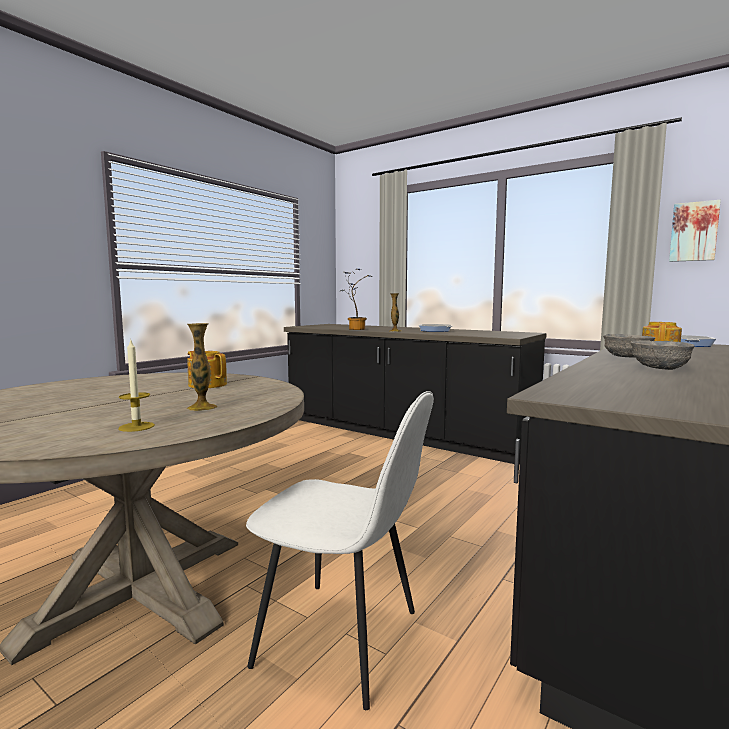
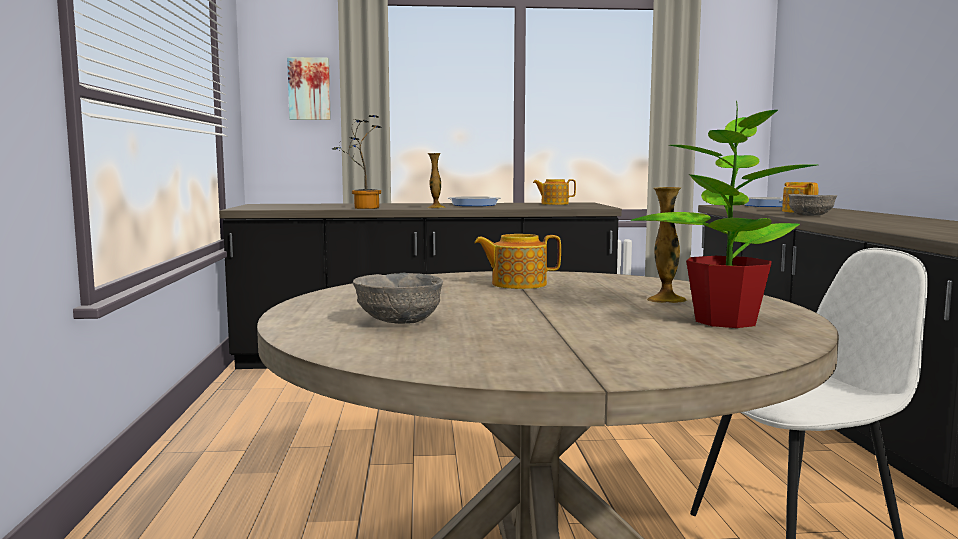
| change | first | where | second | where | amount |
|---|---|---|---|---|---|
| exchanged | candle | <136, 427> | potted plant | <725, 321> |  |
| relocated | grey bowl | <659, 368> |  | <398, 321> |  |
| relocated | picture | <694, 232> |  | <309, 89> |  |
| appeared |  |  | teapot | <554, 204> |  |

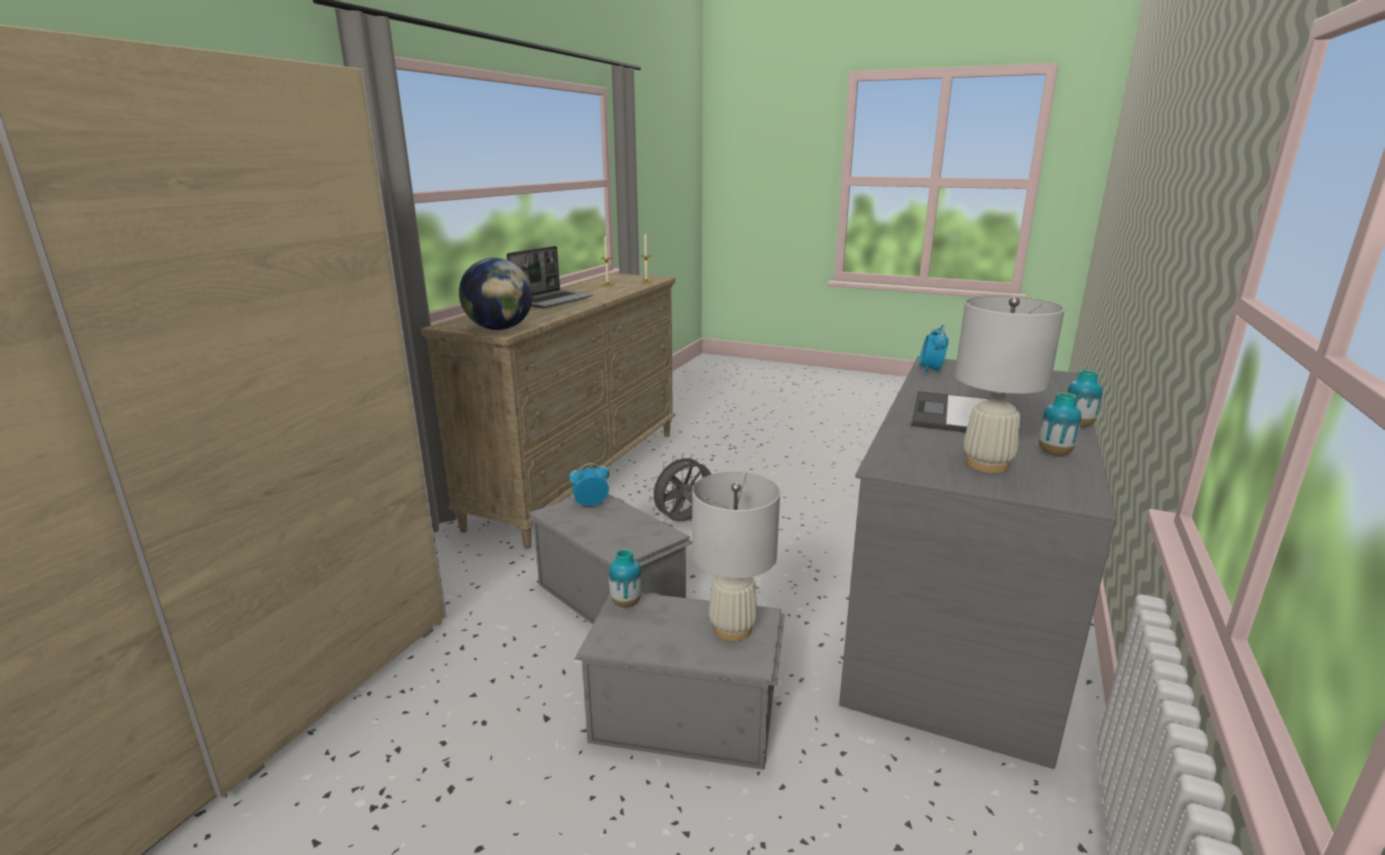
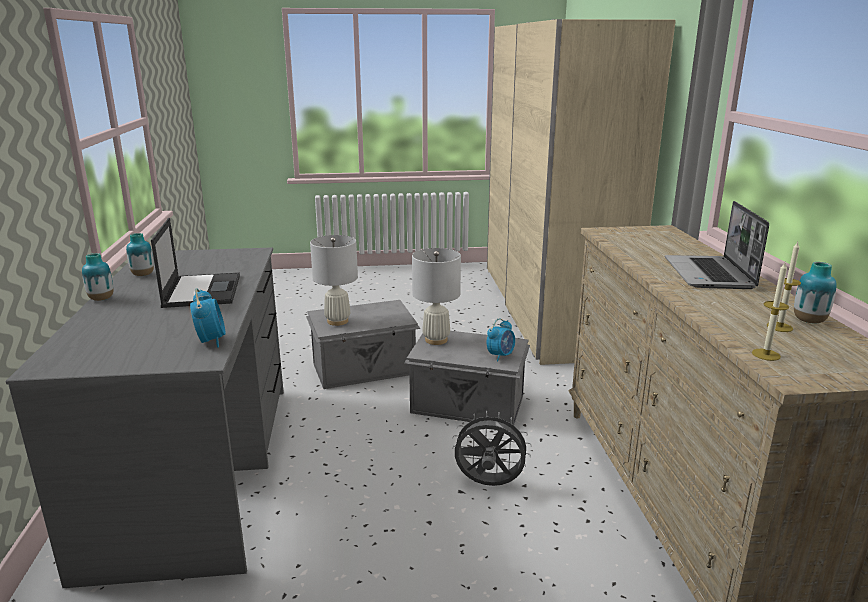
| change | first | where | second | where | amount |
|---|---|---|---|---|---|
| missing | globe | <499, 329> |  |  |  |
| relocated | vase | <626, 603> |  | <809, 321> |  |
| spun | grey fan | <683, 521> |  | <488, 484> | 105 degrees counterclockwise |
| relocated | white table lamp | <987, 464> |  | <436, 340> |  |

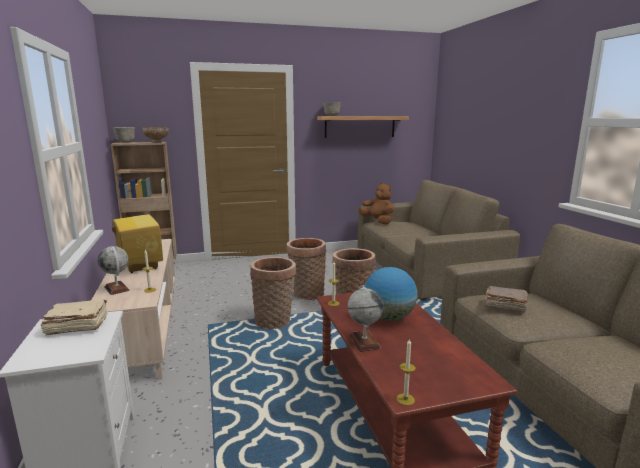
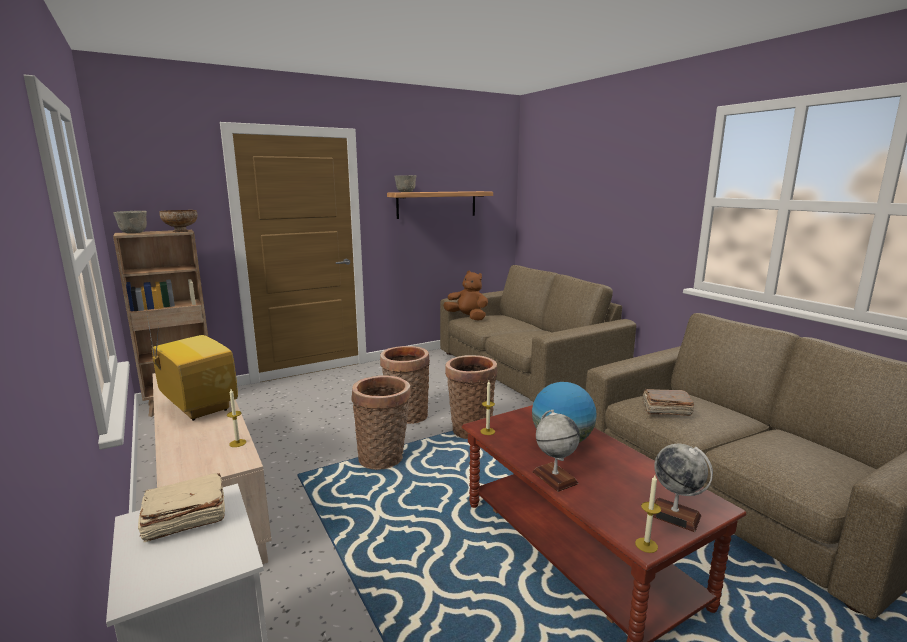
| change | first | where | second | where | amount |
|---|---|---|---|---|---|
| relocated | globe | <117, 288> |  | <674, 515> |  |

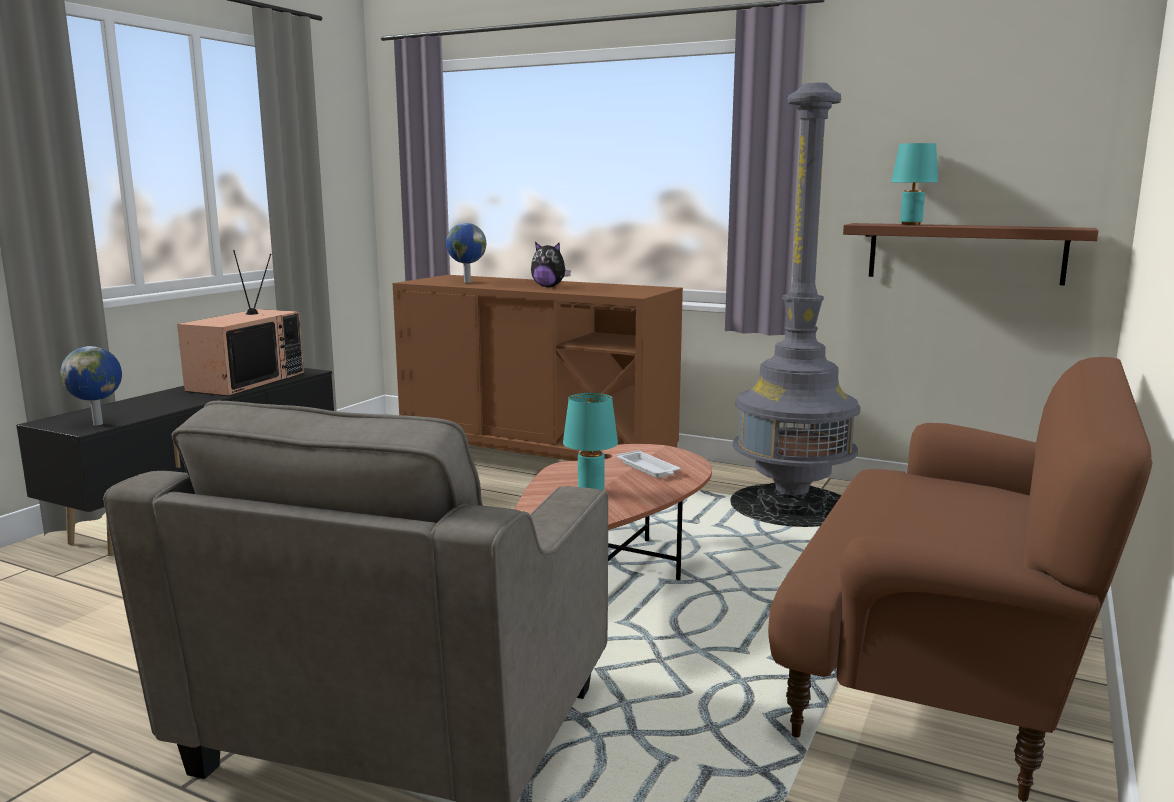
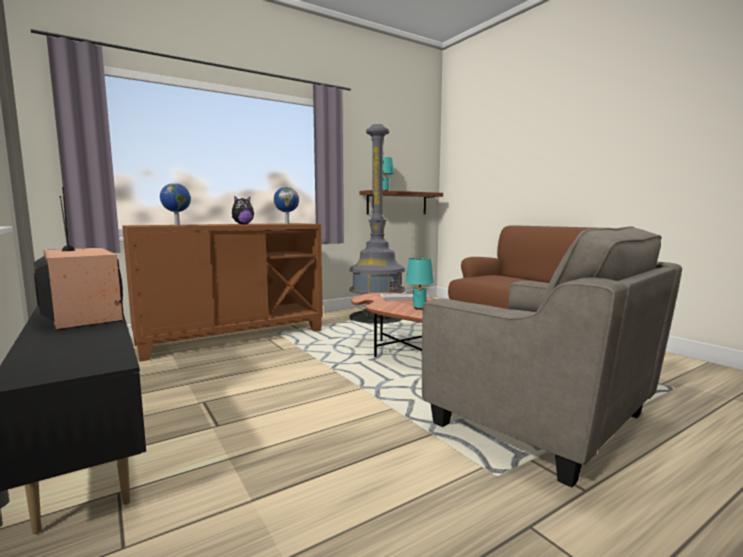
| change | first | where | second | where | amount |
|---|---|---|---|---|---|
| relocated | globe | <99, 424> |  | <287, 224> |  |

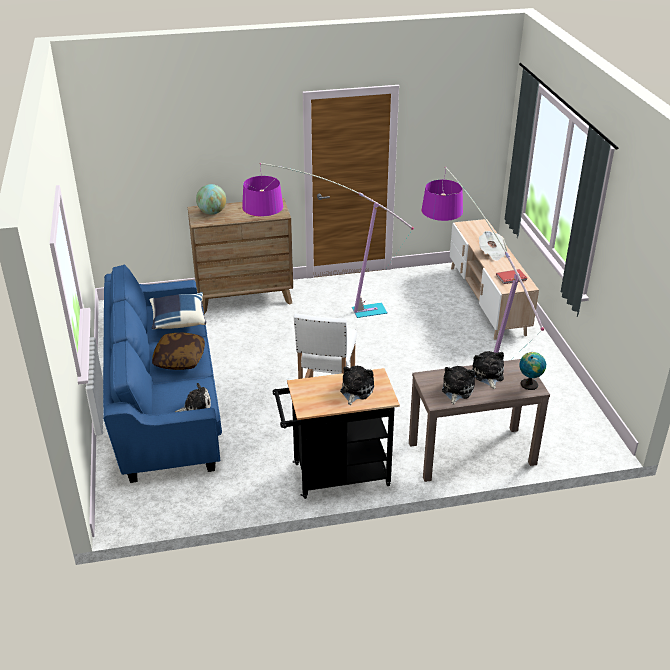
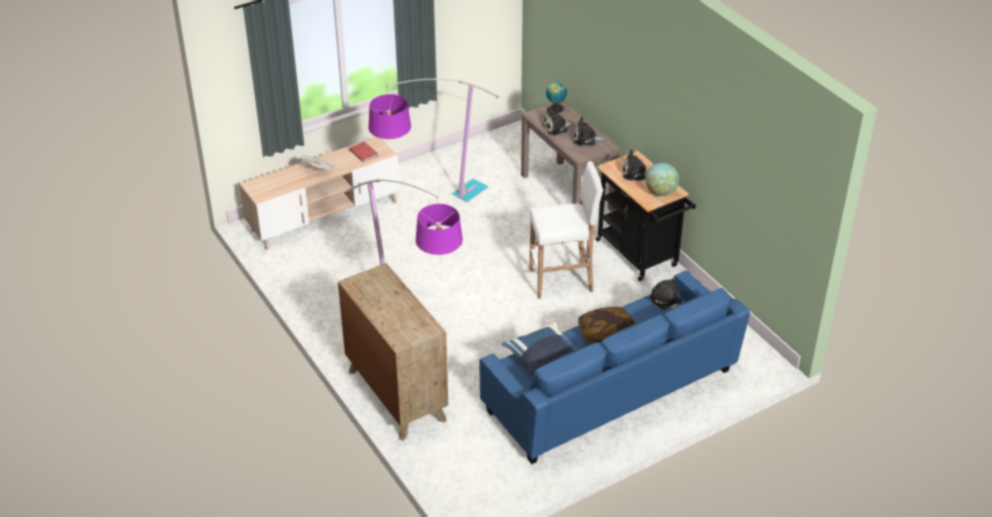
| change | first | where | second | where | amount |
|---|---|---|---|---|---|
| relocated | globe | <212, 212> |  | <660, 192> |  |

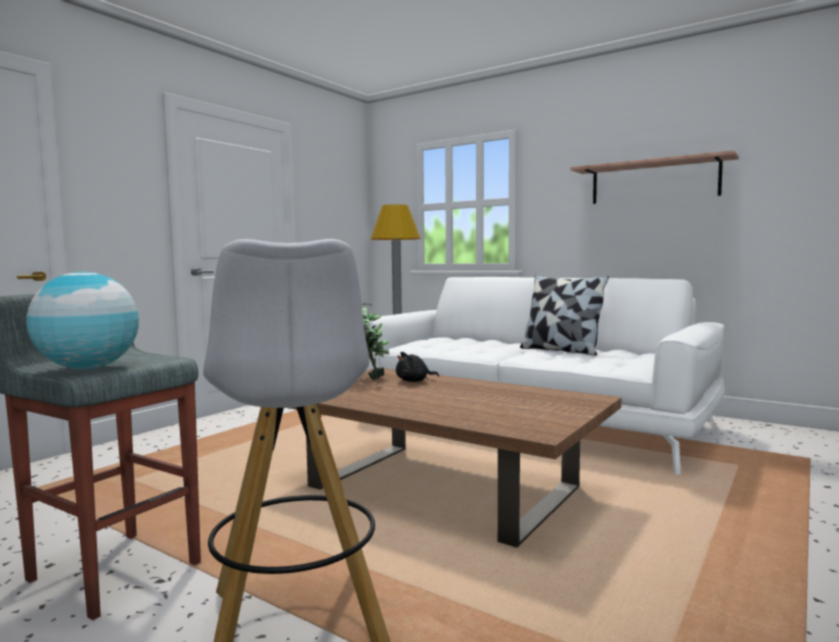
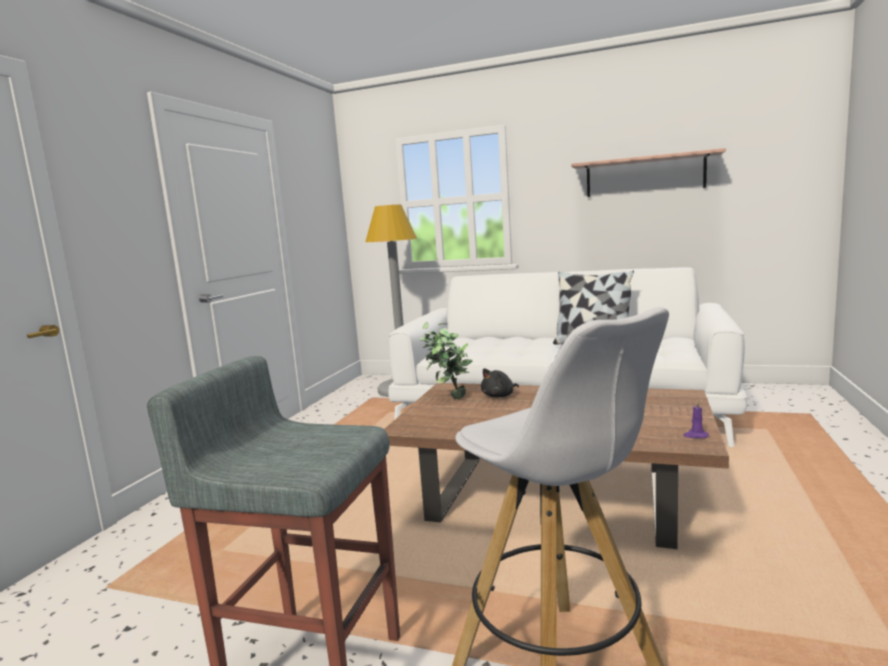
| change | first | where | second | where | amount |
|---|---|---|---|---|---|
| missing | globe | <89, 368> |  |  |  |
| appeared |  |  | purple candle | <695, 435> |  |

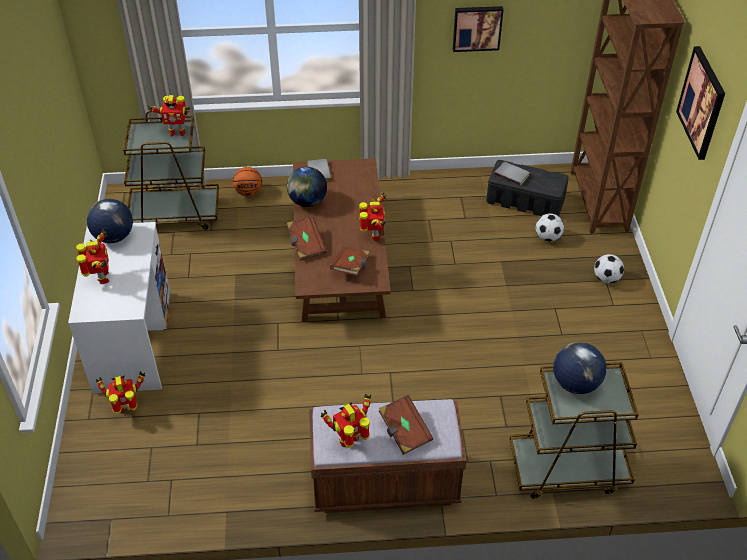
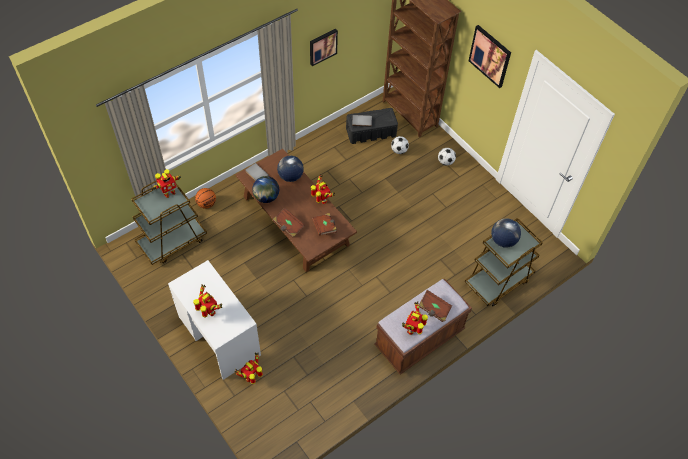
| change | first | where | second | where | amount |
|---|---|---|---|---|---|
| relocated | globe | <113, 237> |  | <290, 176> |  |

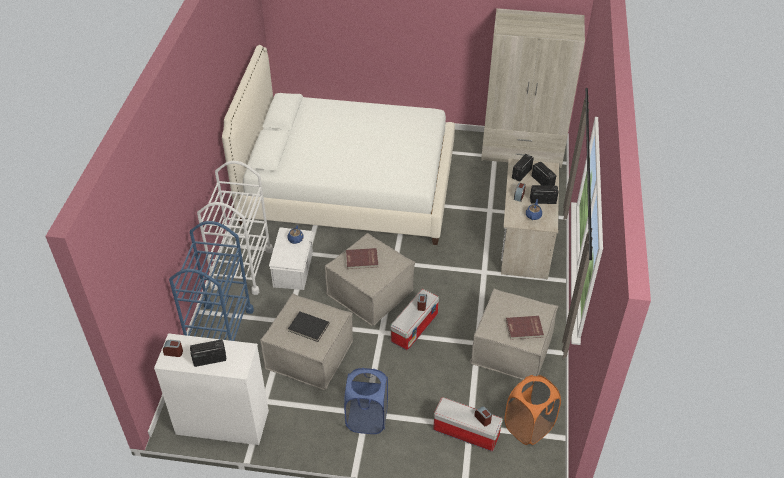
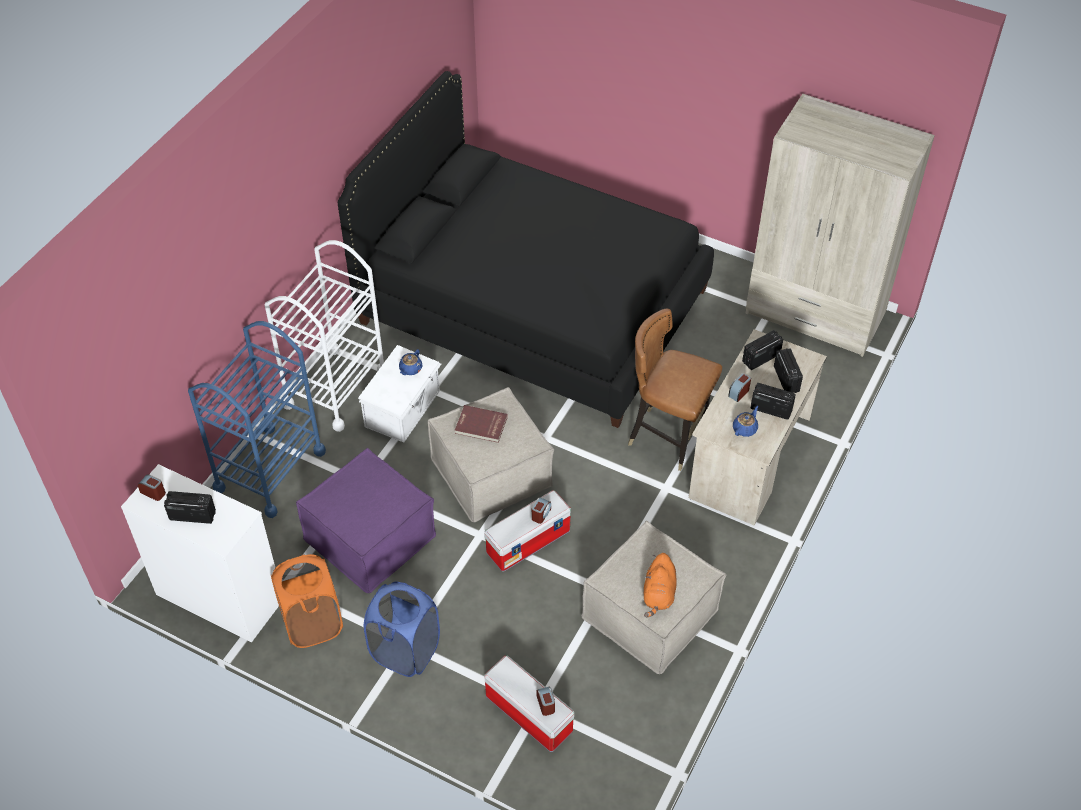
| change | first | where | second | where | amount |
|---|---|---|---|---|---|
| colour | white bed | <348, 187> | black bed | <532, 305> |  |
| colour | beige ottoman | <309, 354> | purple ottoman | <370, 538> |  |
| missing | black book | <308, 328> |  |  |  |
| relocated | orange laundry basket | <528, 427> |  | <312, 624> |  |
| exchanged | red book | <524, 329> | orange plush toy | <659, 594> |  |
| appeared |  |  | brown chair | <667, 437> |  |

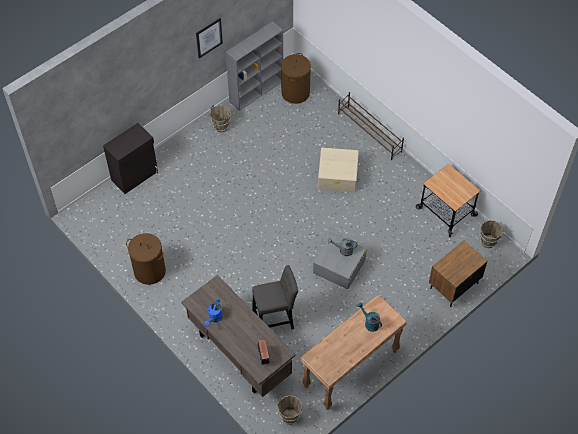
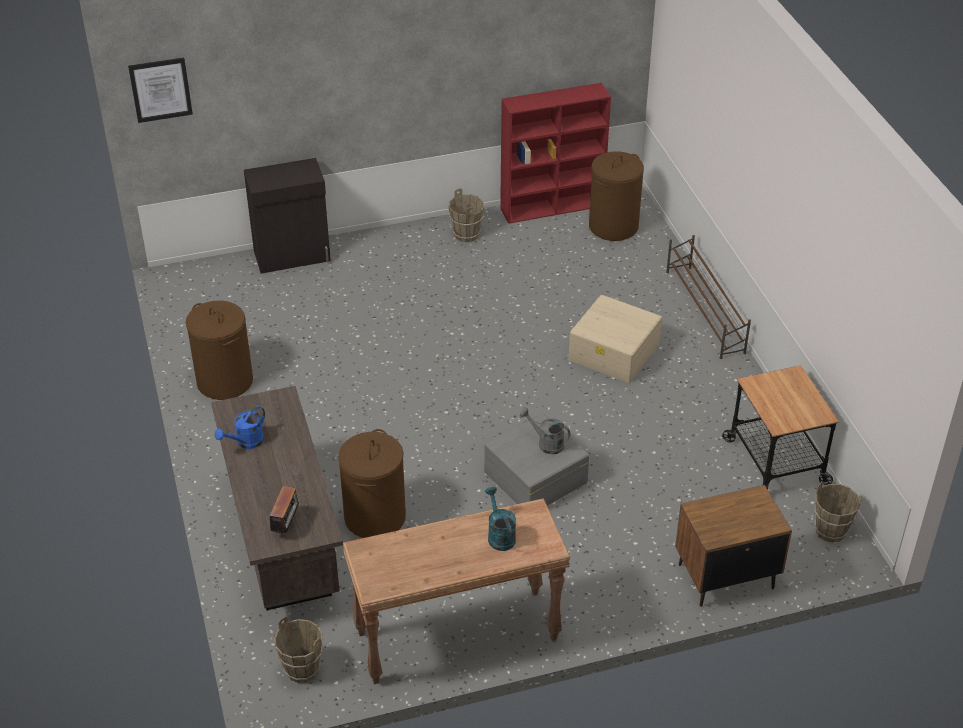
| change | first | where | second | where | amount |
|---|---|---|---|---|---|
| relocated | picture | <208, 37> |  | <160, 89> |  |
| colour | grey bookcase | <257, 91> | red bookcase | <553, 207> |  |
| exchanged | grey stool | <275, 320> | brown laundry basket | <375, 517> |  |

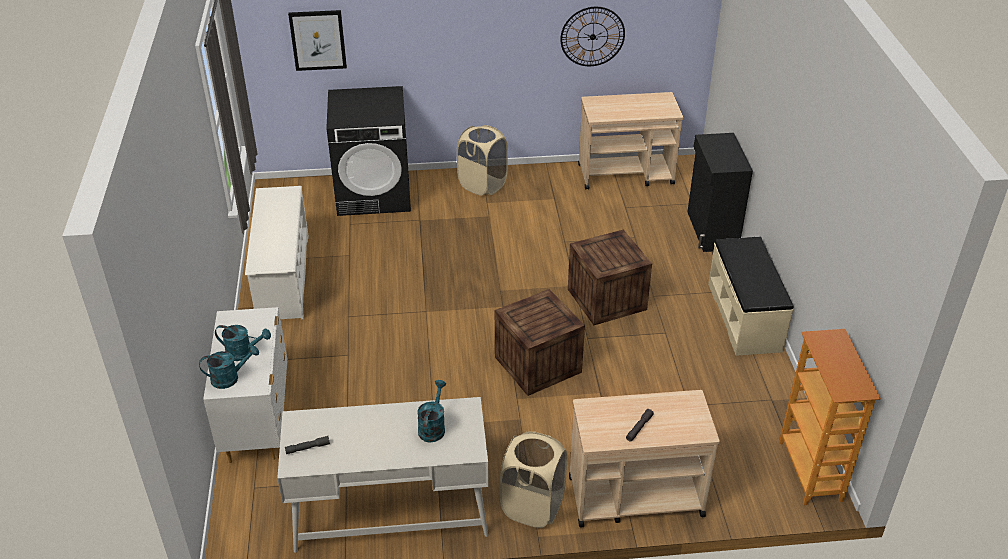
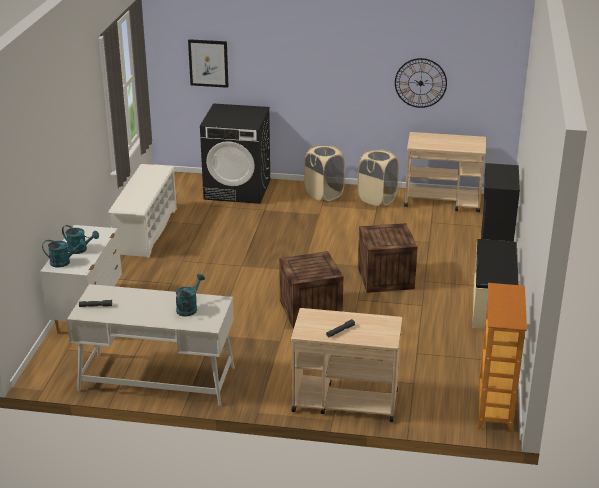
| change | first | where | second | where | amount |
|---|---|---|---|---|---|
| relocated | beige laundry basket | <533, 506> |  | <377, 199> |  |

